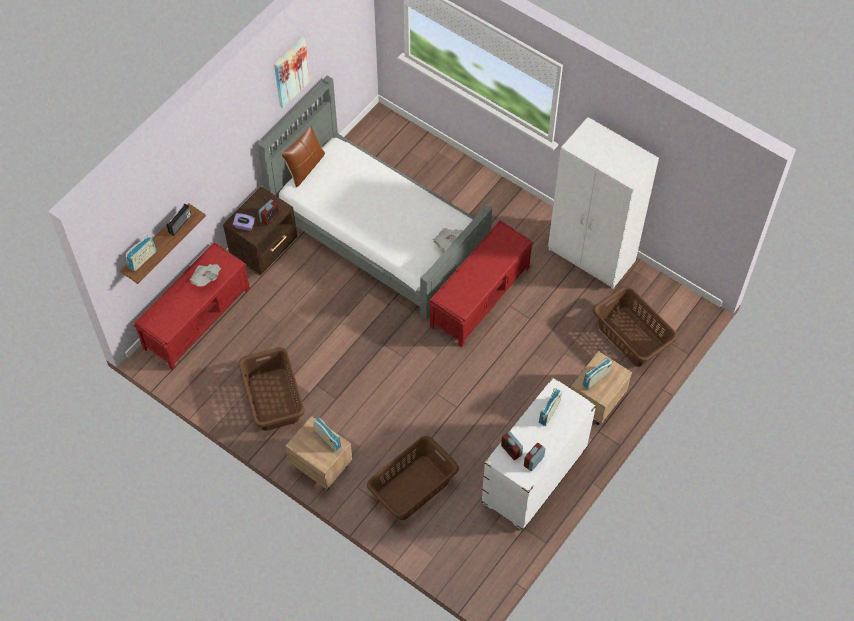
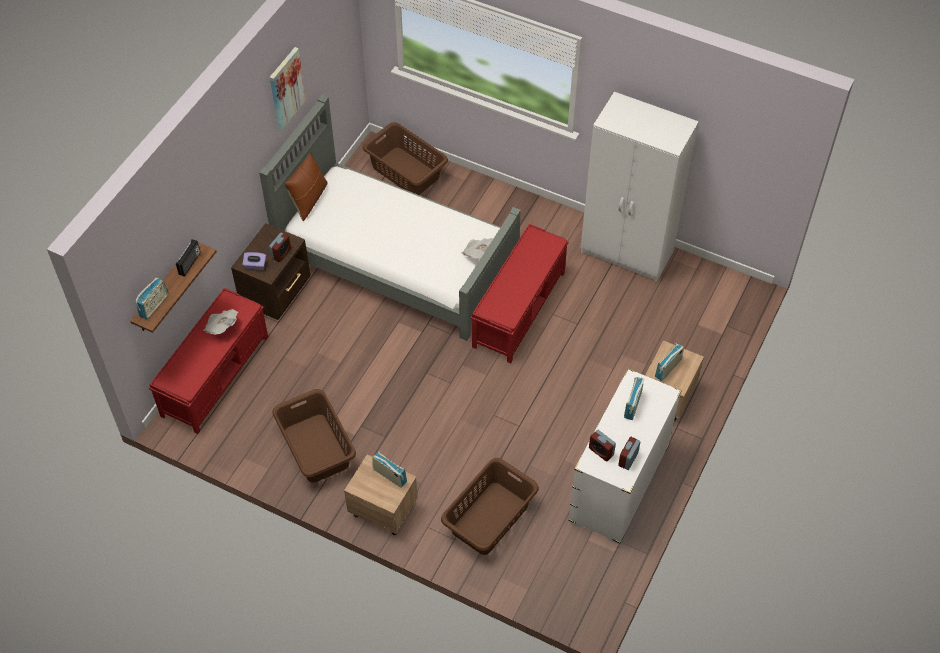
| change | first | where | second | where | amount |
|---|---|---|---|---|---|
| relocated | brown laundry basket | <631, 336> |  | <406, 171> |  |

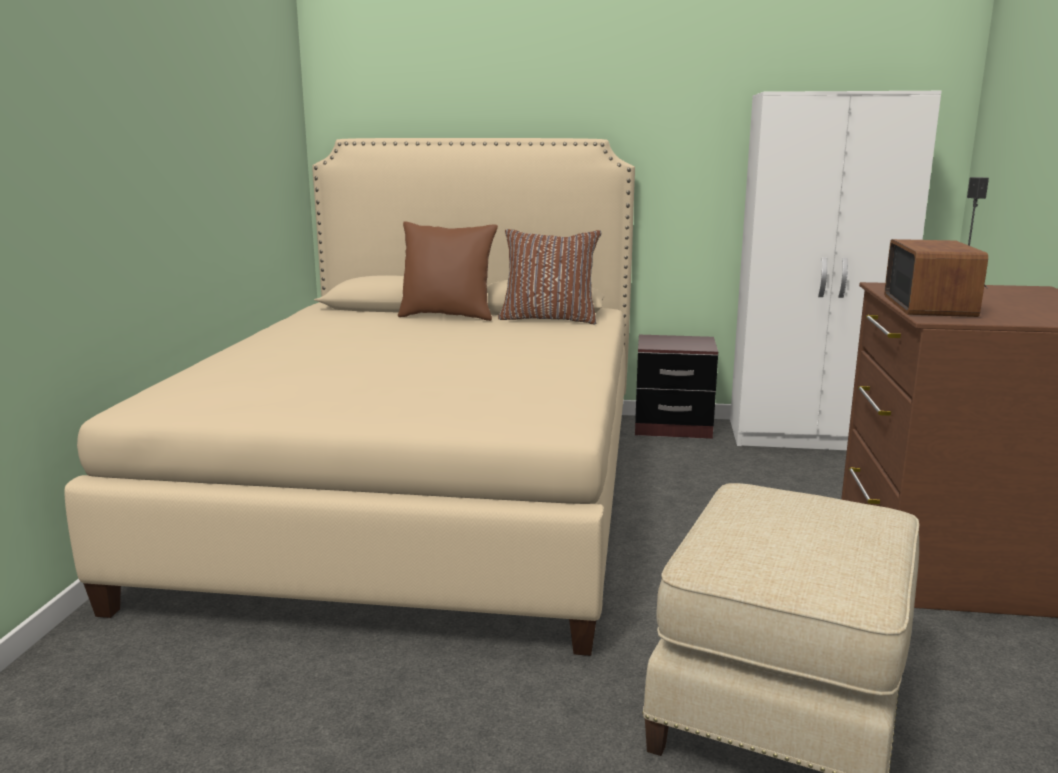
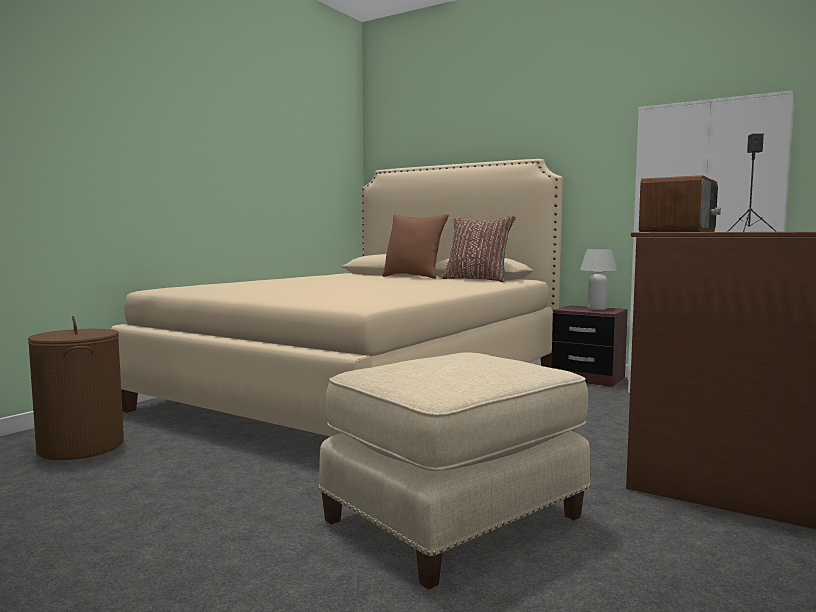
| change | first | where | second | where | amount |
|---|---|---|---|---|---|
| appeared |  |  | brown laundry basket | <81, 447> |  |
| appeared |  |  | white table lamp | <597, 309> |  |

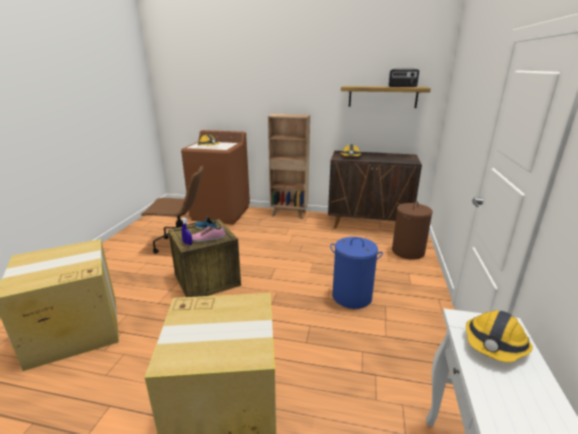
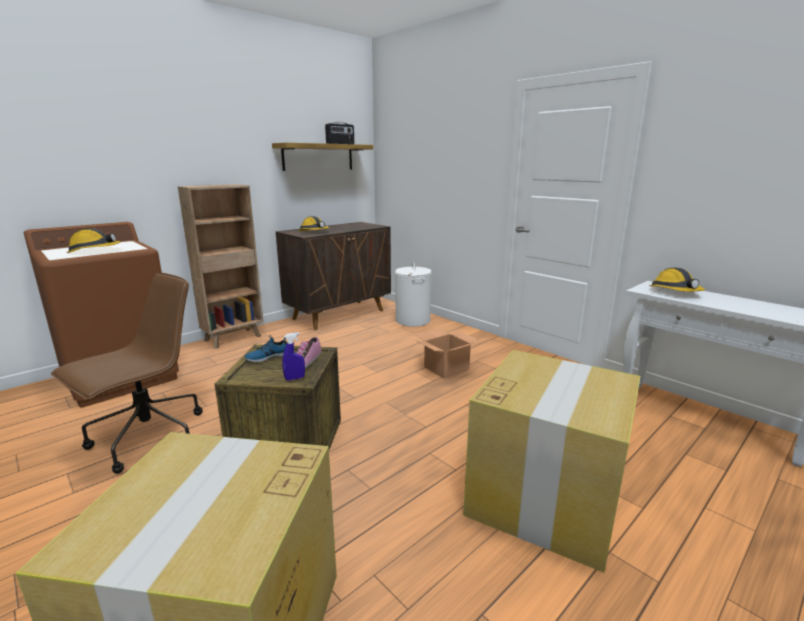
| change | first | where | second | where | amount |
|---|---|---|---|---|---|
| exchanged | blue laundry basket | <351, 296> | cardboard box | <446, 369> |  |
| colour | brown laundry basket | <408, 252> | white laundry basket | <413, 320> |  |

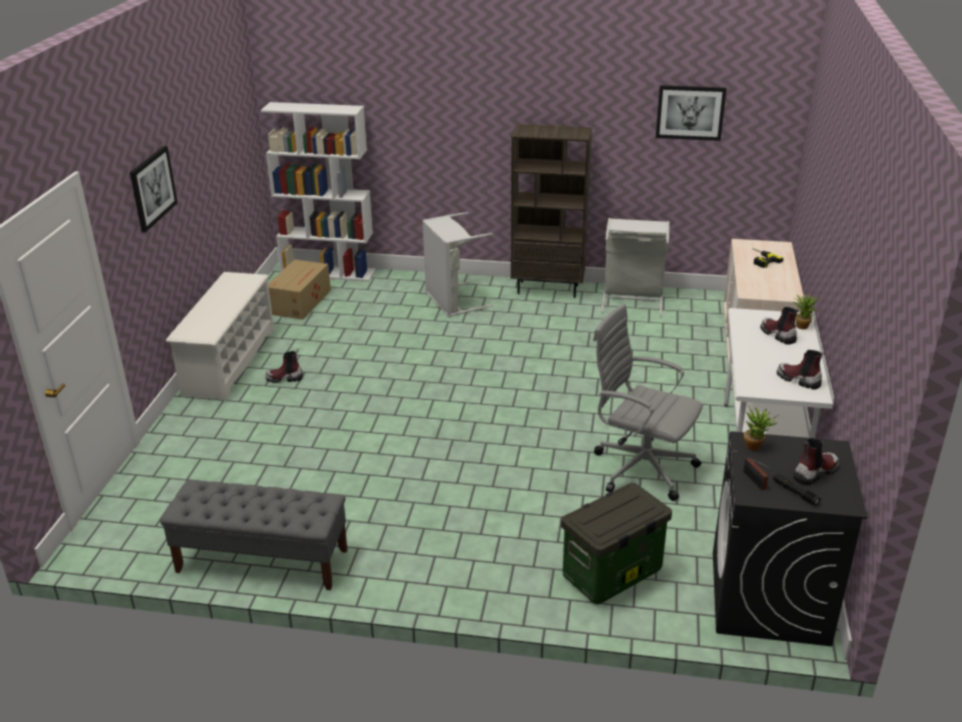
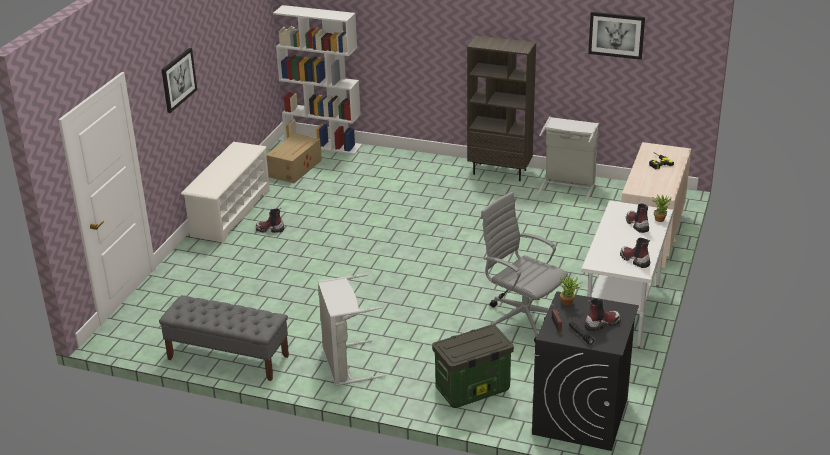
| change | first | where | second | where | amount |
|---|---|---|---|---|---|
| relocated | grey laundry basket | <451, 301> |  | <345, 365> |  |

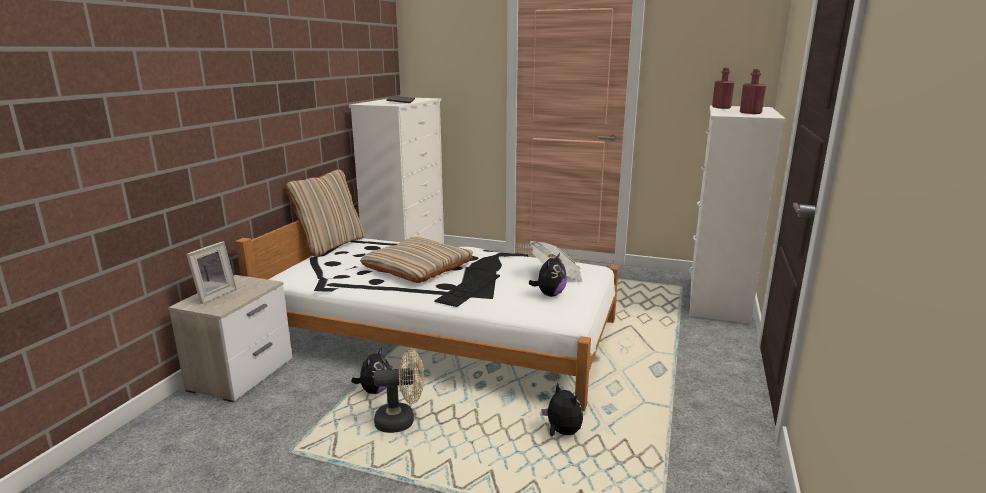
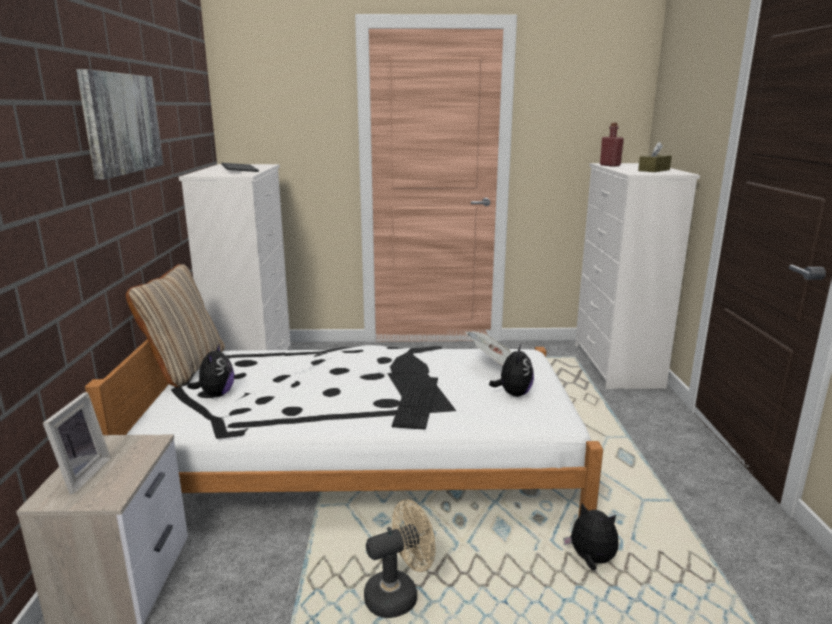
| change | first | where | second | where | amount |
|---|---|---|---|---|---|
| relocated | plush toy | <374, 390> |  | <216, 394> |  |
| missing | beige pillow | <417, 266> |  |  |  |
| exchanged | red bottle | <750, 113> | brown tissue box | <654, 170> |  |
| appeared |  |  | picture | <121, 123> |  |

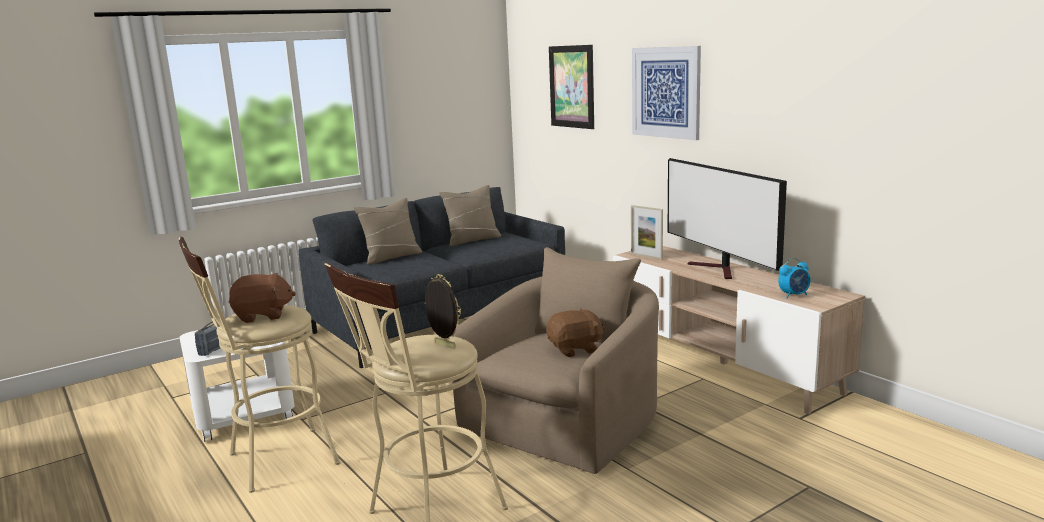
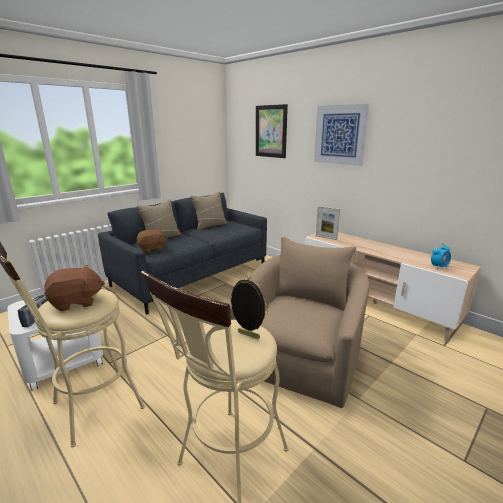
| change | first | where | second | where | amount |
|---|---|---|---|---|---|
| relocated | brown plush toy | <575, 349> |  | <152, 249> |  |
| missing | television | <719, 270> |  |  |  |

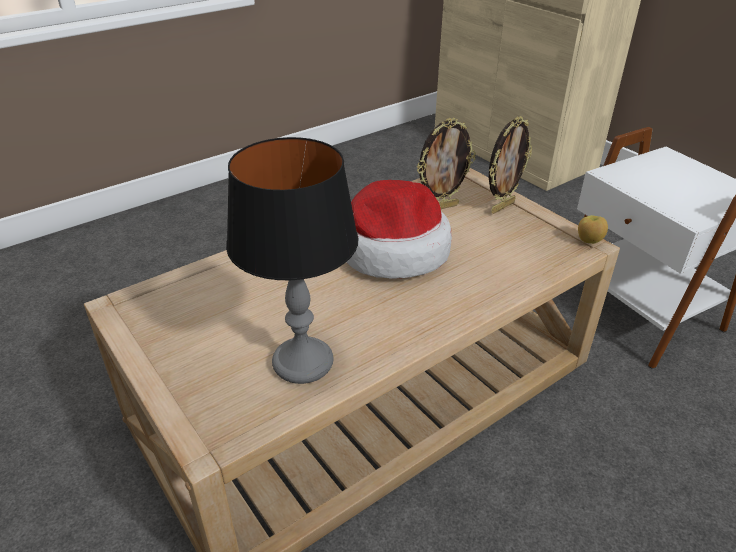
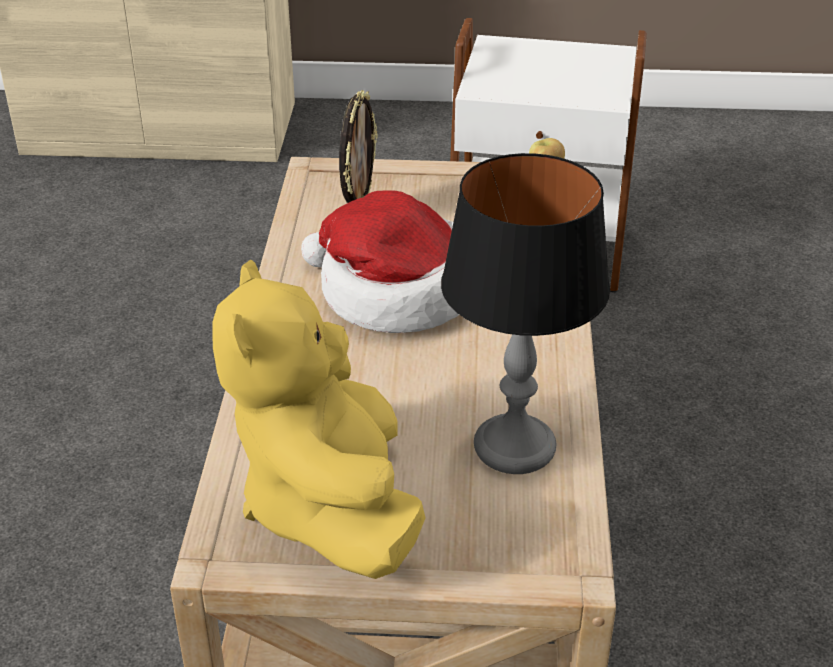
| change | first | where | second | where | amount |
|---|---|---|---|---|---|
| missing | picture frame | <502, 207> |  |  |  |
| appeared |  |  | yellow plush toy | <329, 506> |  |

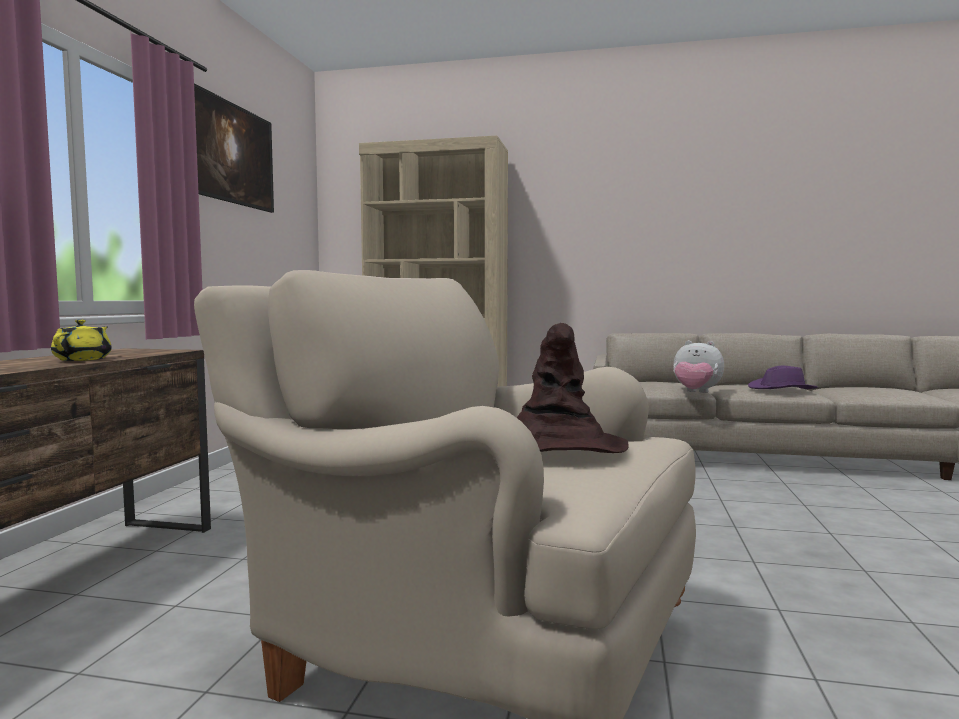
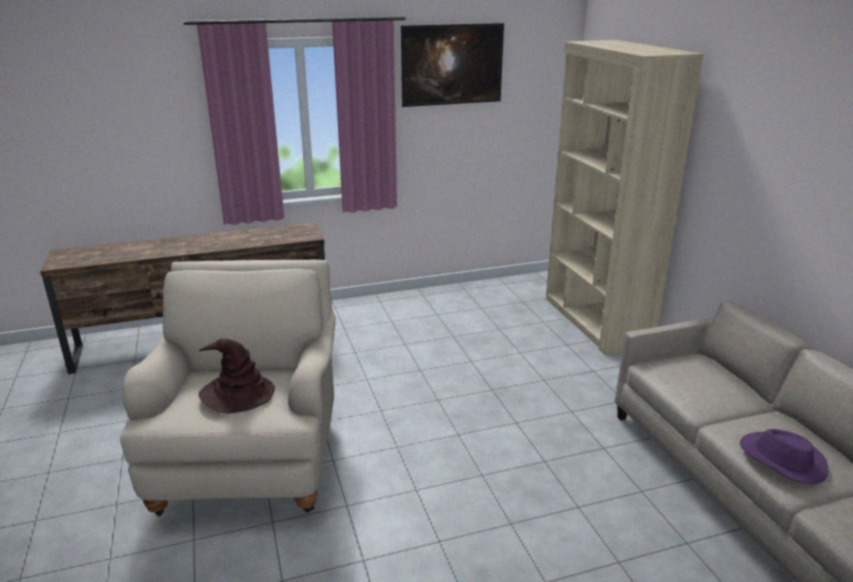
| change | first | where | second | where | amount |
|---|---|---|---|---|---|
| missing | yellow teapot | <83, 359> |  |  |  |
| missing | plush toy | <696, 392> |  |  |  |

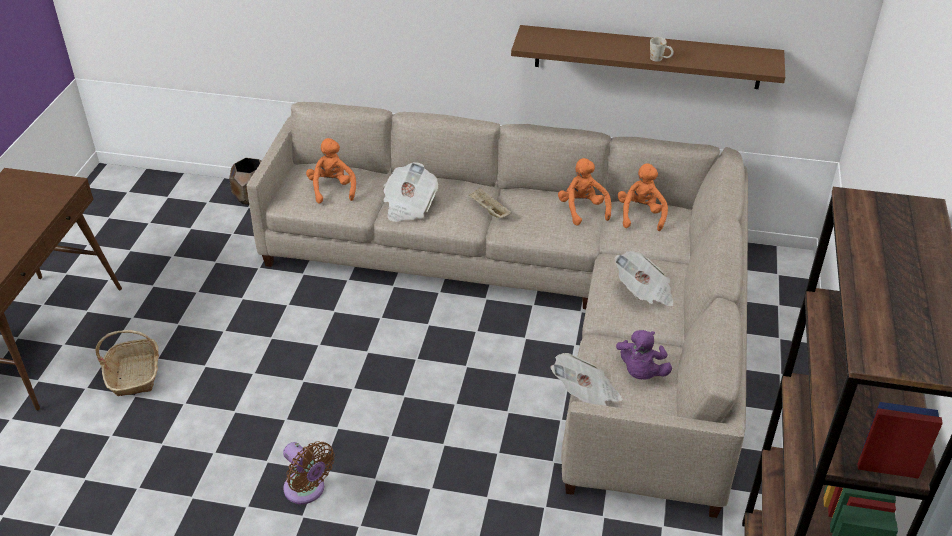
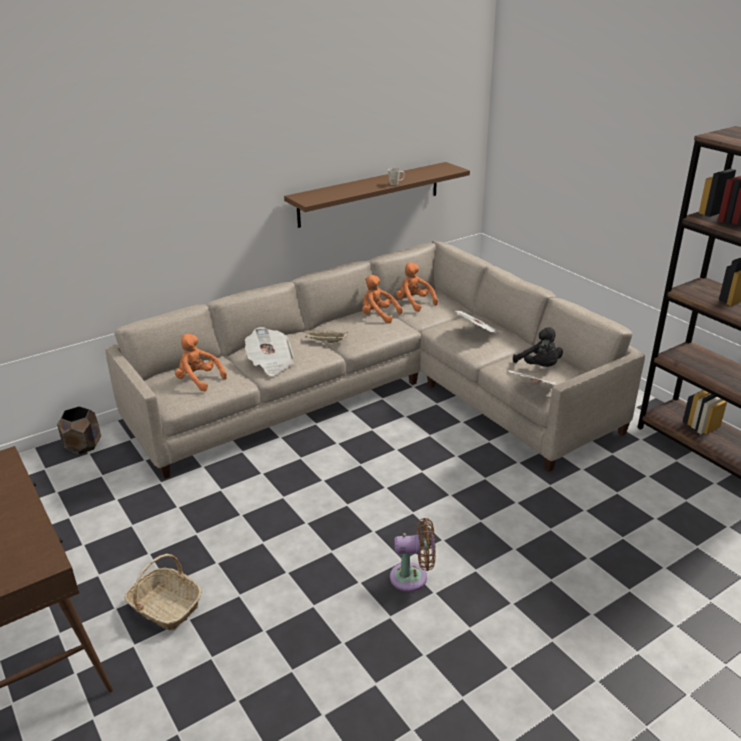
| change | first | where | second | where | amount |
|---|---|---|---|---|---|
| colour | purple plush toy | <641, 372> | black plush toy | <539, 367> |  |

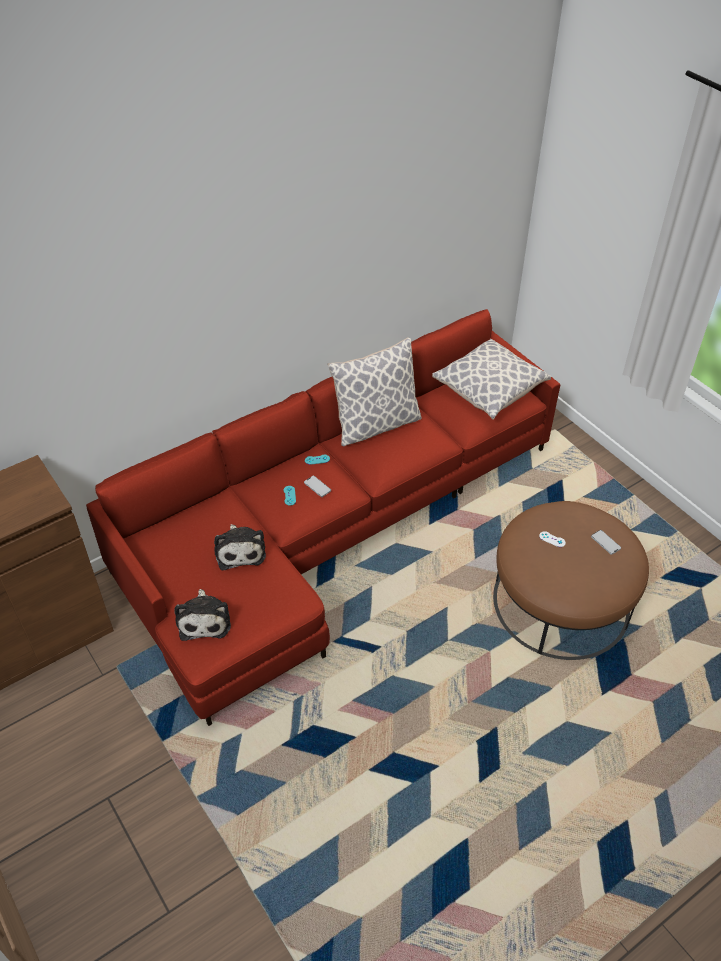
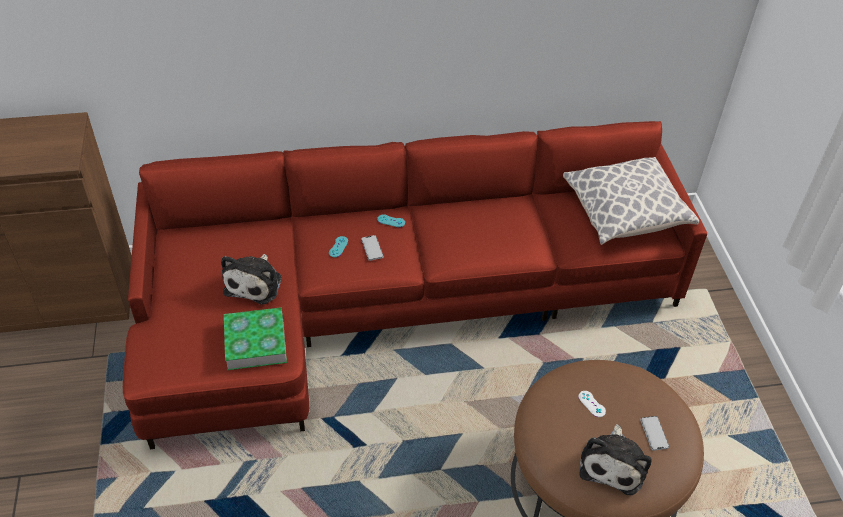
| change | first | where | second | where | amount |
|---|---|---|---|---|---|
| relocated | plush toy | <204, 619> |  | <613, 463> |  |
| missing | pillow | <376, 424> |  |  |  |
| appeared |  |  | book | <255, 342> |  |

